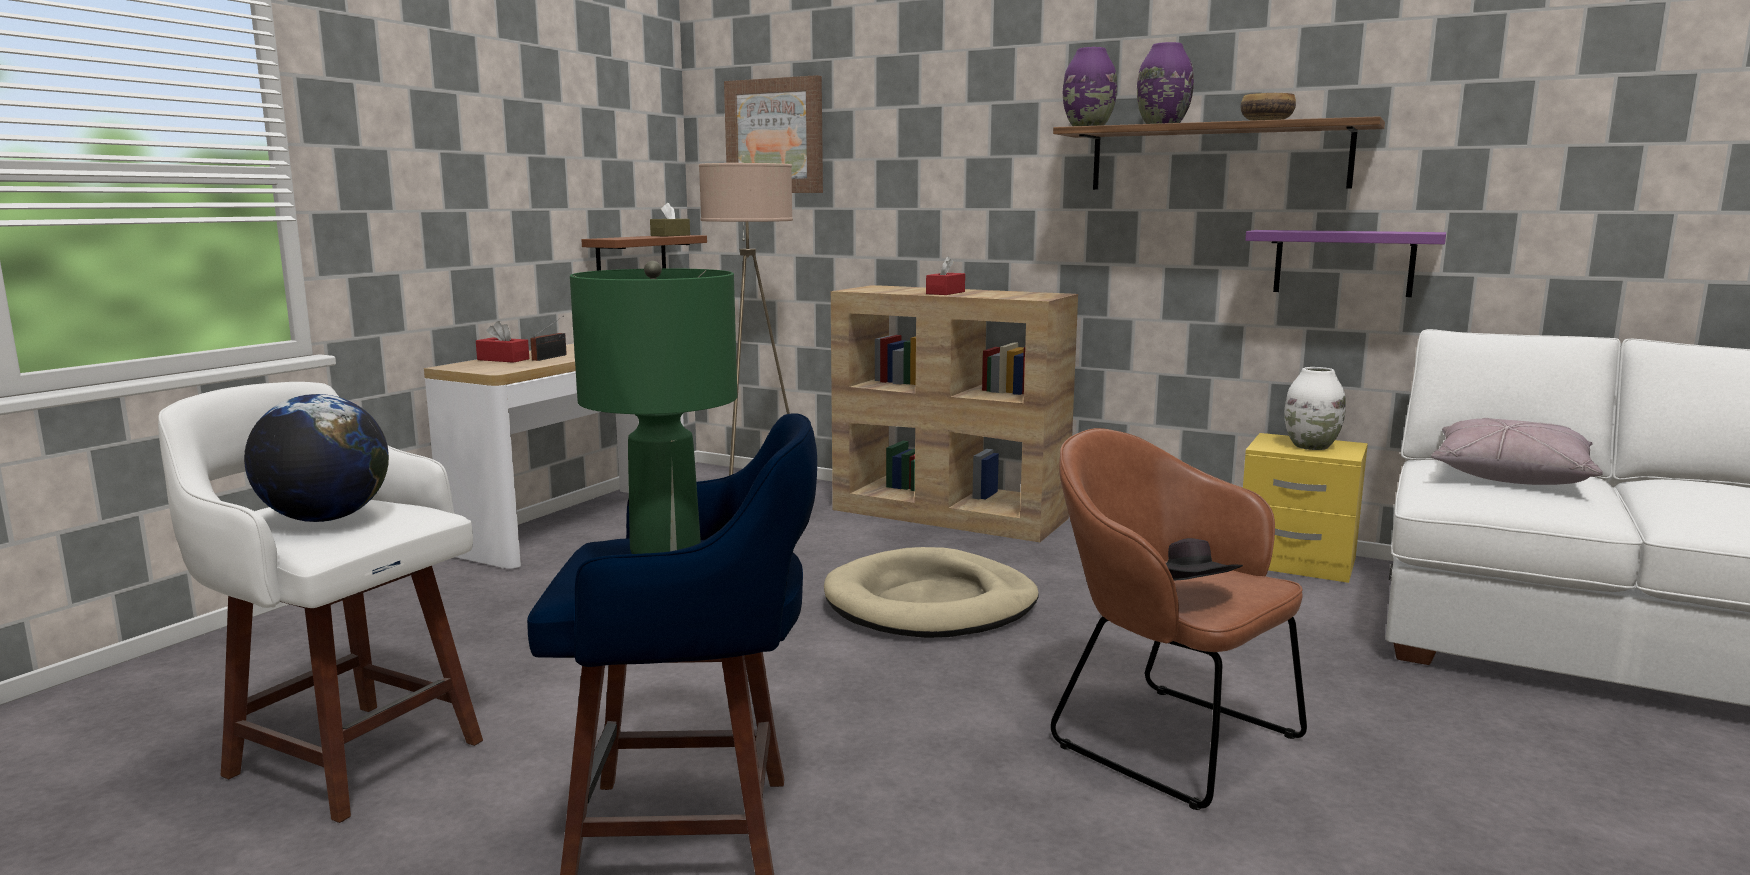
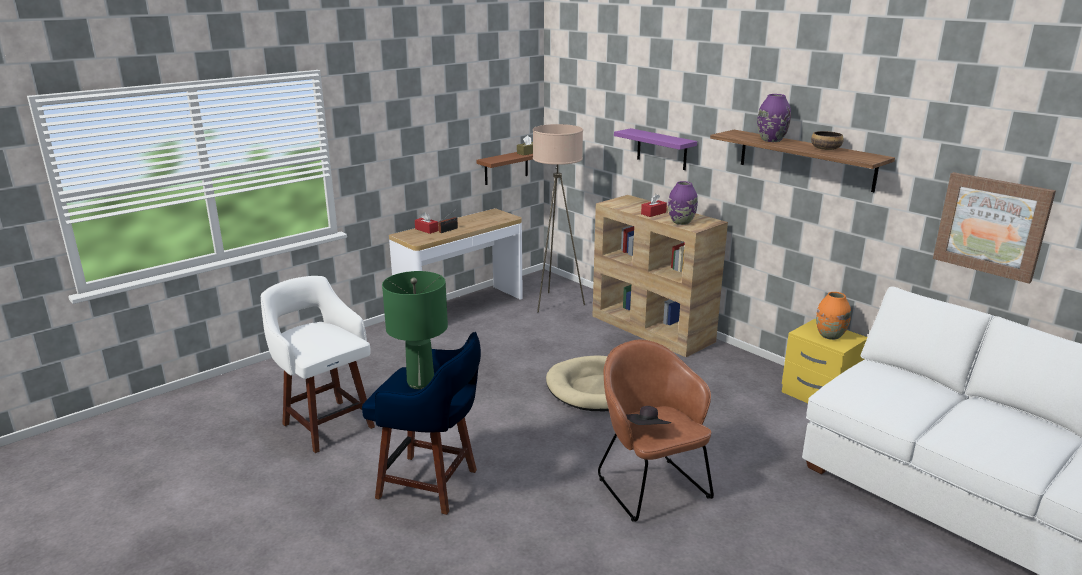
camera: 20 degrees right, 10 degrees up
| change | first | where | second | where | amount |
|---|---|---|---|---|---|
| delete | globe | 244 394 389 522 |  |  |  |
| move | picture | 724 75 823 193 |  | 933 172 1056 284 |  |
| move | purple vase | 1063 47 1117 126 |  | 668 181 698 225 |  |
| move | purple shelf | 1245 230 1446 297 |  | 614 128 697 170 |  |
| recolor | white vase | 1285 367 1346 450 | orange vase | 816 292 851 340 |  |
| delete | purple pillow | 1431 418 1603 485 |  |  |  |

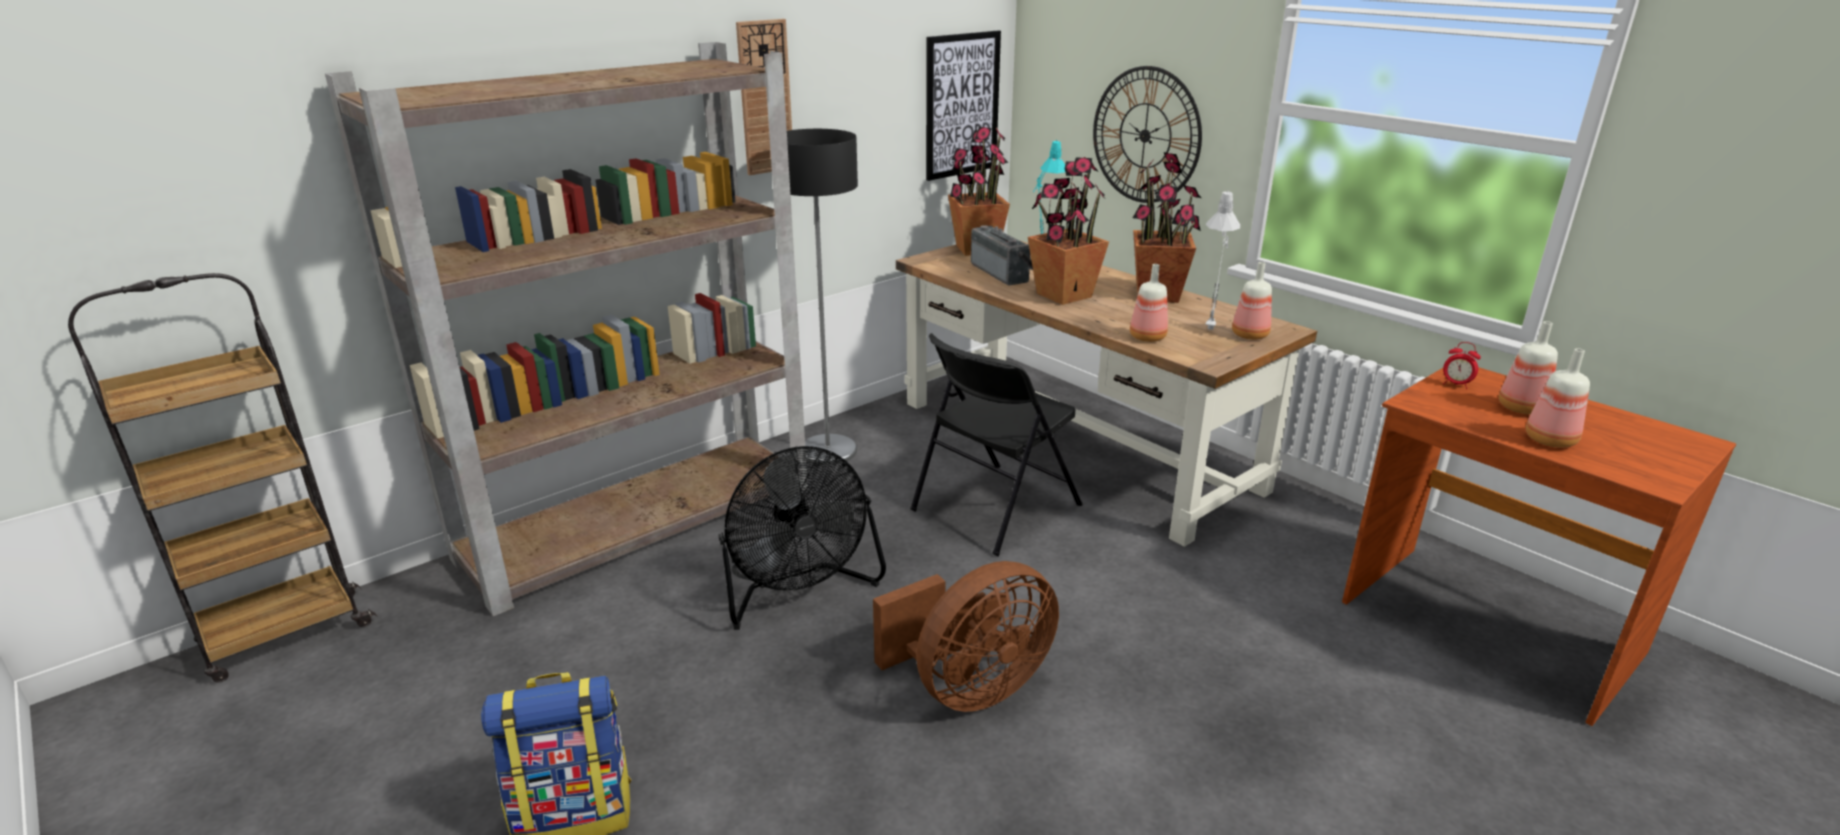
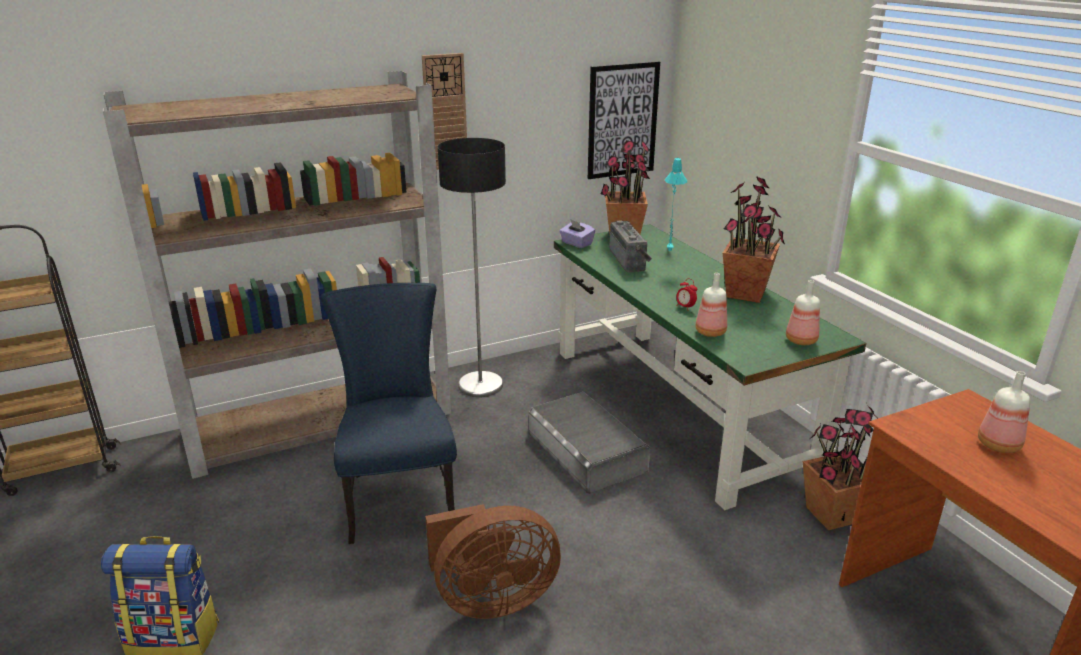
camera: 15 degrees right, 0 degrees up
| change | first | where | second | where | amount |
|---|---|---|---|---|---|
| replace | black fan | 719 446 886 630 | blue chair | 321 283 457 544 |  |
| recolor | brown desk | 896 240 1317 547 | green desk | 554 224 866 511 |  |
| replace | black chair | 910 333 1083 557 | grey storage box | 528 392 650 494 |  |
| move | potted plant | 1028 157 1109 305 |  | 803 406 876 530 |  |
| delete | wall clock | 1093 66 1202 203 |  |  |  |
| delete | grey table lamp | 1205 190 1240 330 |  |  |  |
| move | alarm clock | 1443 342 1481 389 |  | 676 278 697 311 |  |
| delete | bottle | 1526 348 1590 448 |  |  |  |
| insert |  |  | purple tissue box | 559 219 595 248 |  |

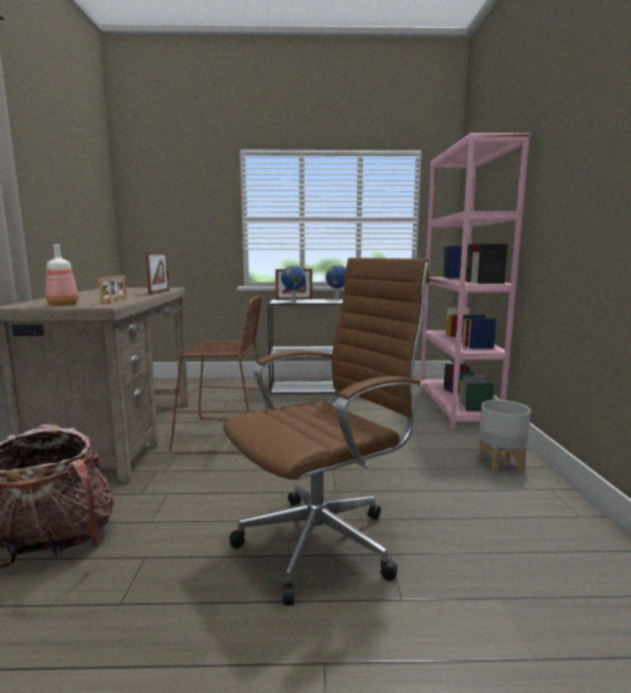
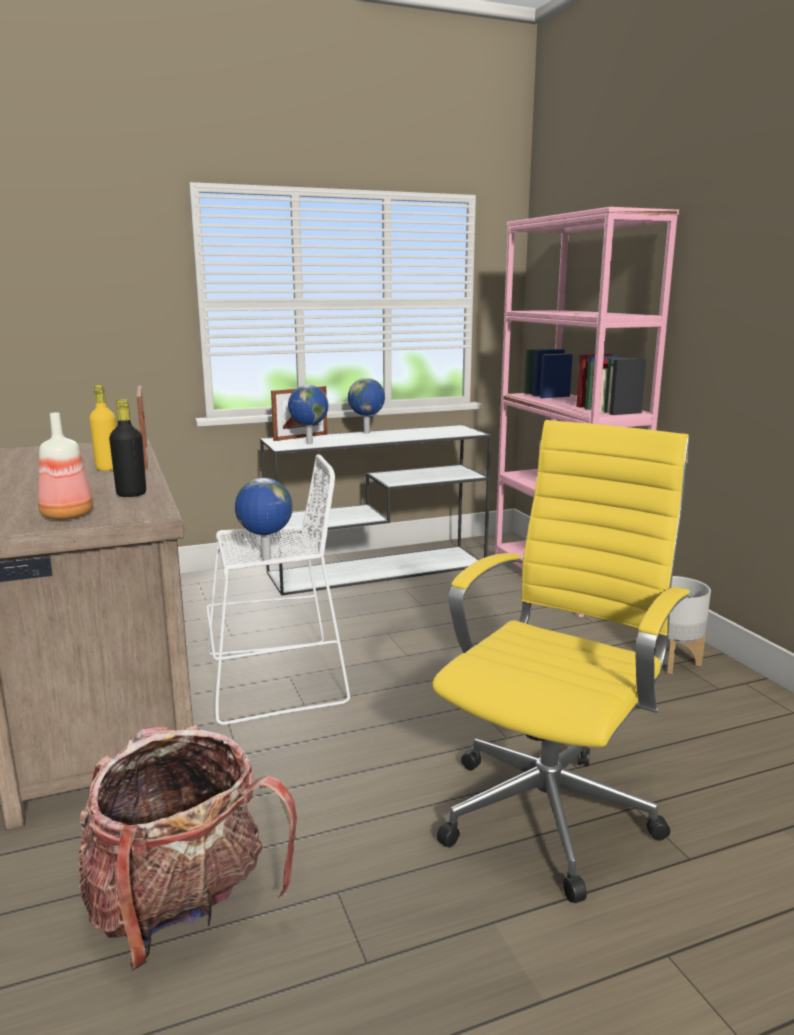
camera: 20 degrees left, 5 degrees up
| change | first | where | second | where | amount |
|---|---|---|---|---|---|
| replace | picture frame | 98 275 127 304 | black bottle | 109 399 146 497 |  |
| recolor | brown stool | 169 296 268 454 | white stool | 206 454 350 725 |  |
| recolor | brown office chair | 223 258 430 605 | yellow office chair | 432 420 691 903 |  |
| insert |  |  | yellow bottle | 89 385 116 471 |  |
| insert |  |  | globe | 235 478 292 560 |  |

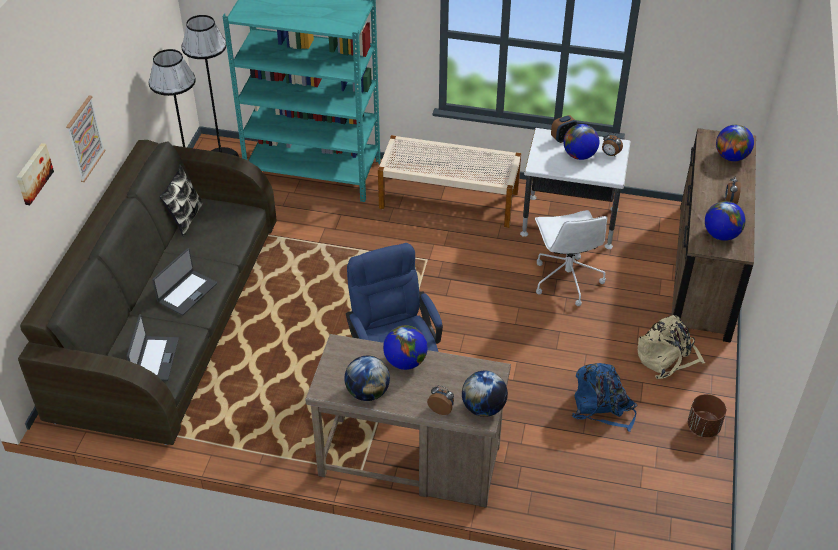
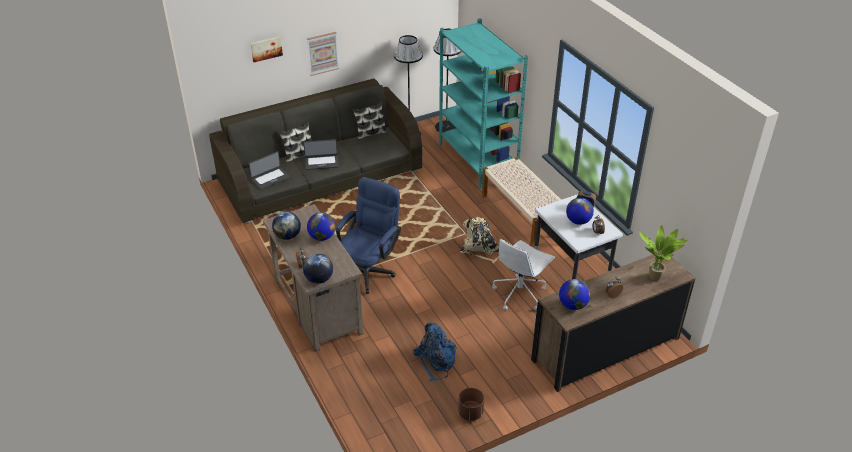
camera: 50 degrees right, 5 degrees down
| change | first | where | second | where | amount |
|---|---|---|---|---|---|
| move | beige backpack | 638 315 705 379 |  | 460 217 499 263 |  |
| replace | globe | 716 125 754 161 | potted plant | 639 225 688 281 |  |
| insert |  |  | pillow | 278 122 312 163 |  |

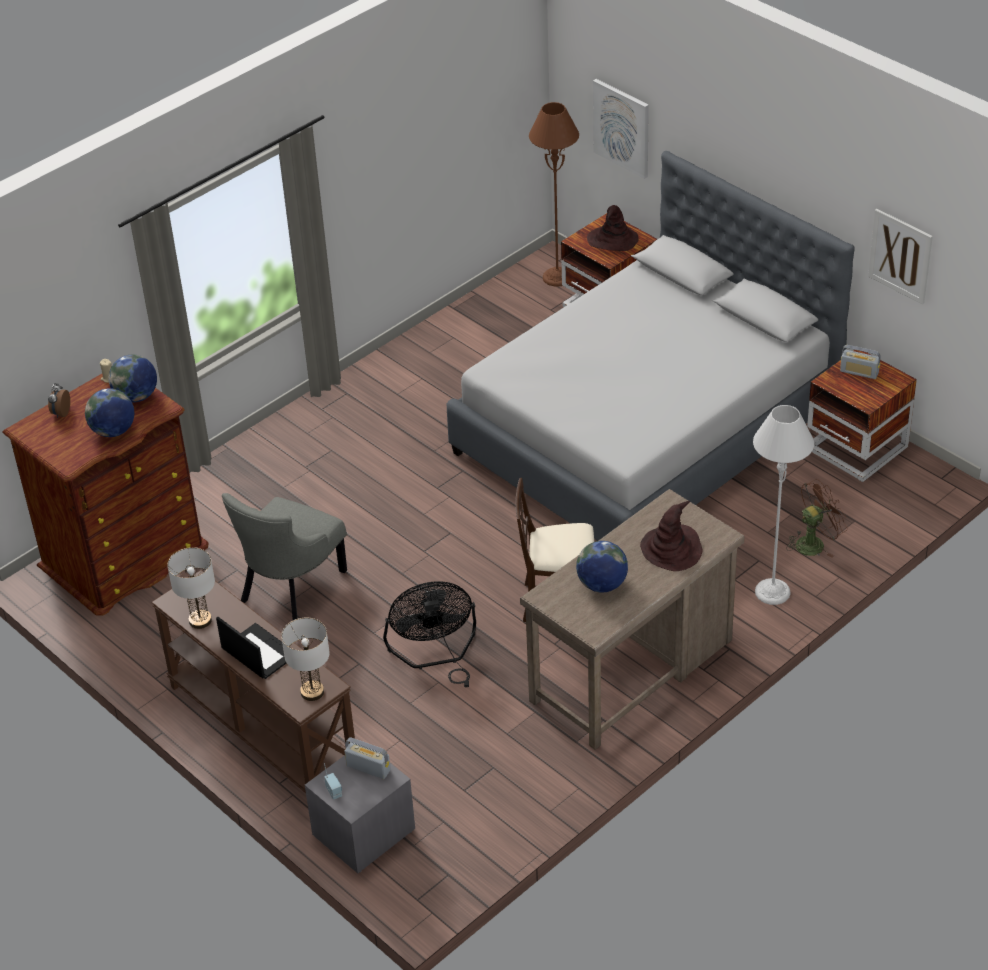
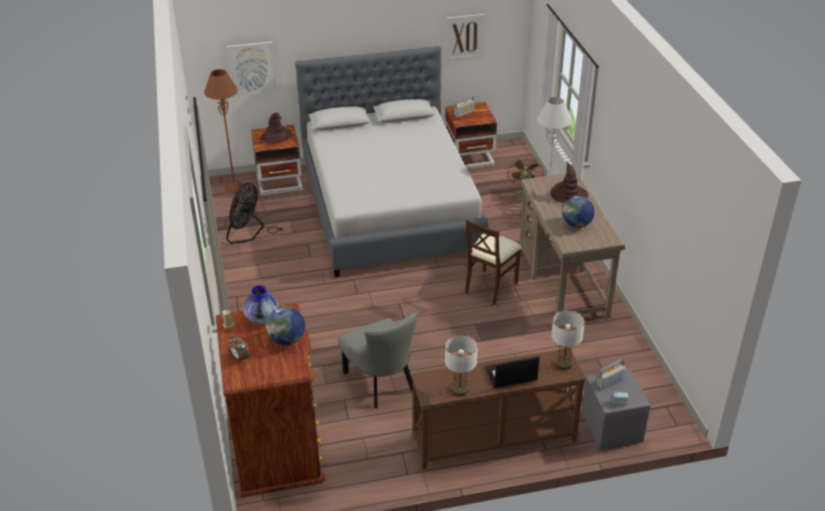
camera: 60 degrees left, 5 degrees down
| change | first | where | second | where | amount |
|---|---|---|---|---|---|
| replace | globe | 108 355 157 402 | vase | 244 285 279 324 |  |
| move | black fan | 383 581 476 687 |  | 226 183 283 245 |  |

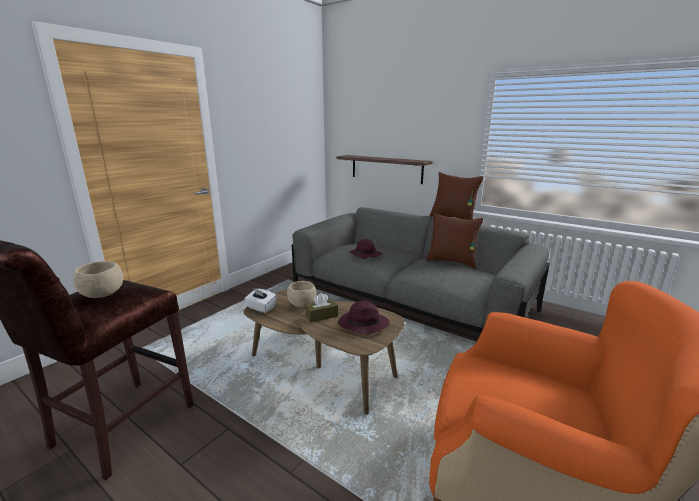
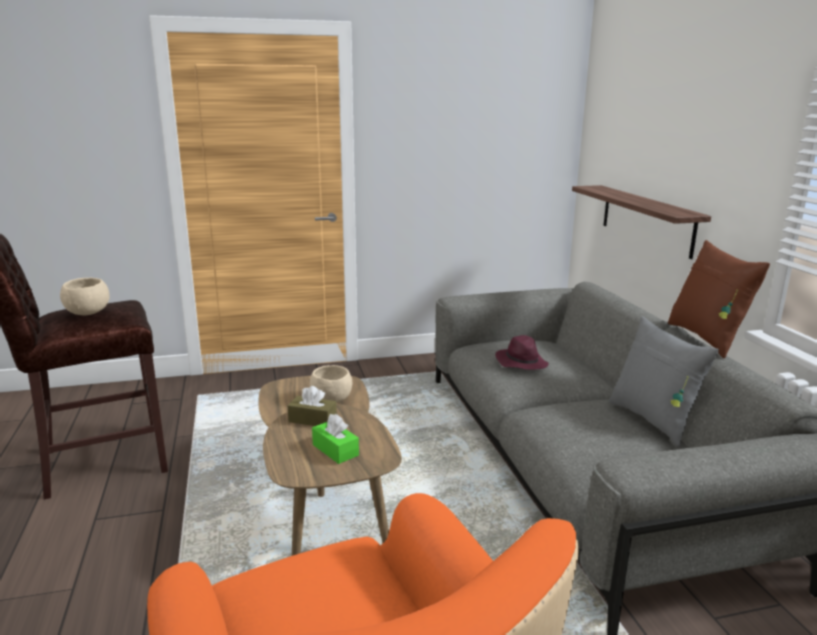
camera: 40 degrees right, 0 degrees up
| change | first | where | second | where | amount |
|---|---|---|---|---|---|
| delete | white tissue box | 245 288 277 313 |  |  |  |
| replace | purple hat | 338 300 390 335 | green tissue box | 312 414 359 464 |  |
| recolor | brown pillow | 426 213 483 269 | grey pillow | 609 316 719 447 |  |

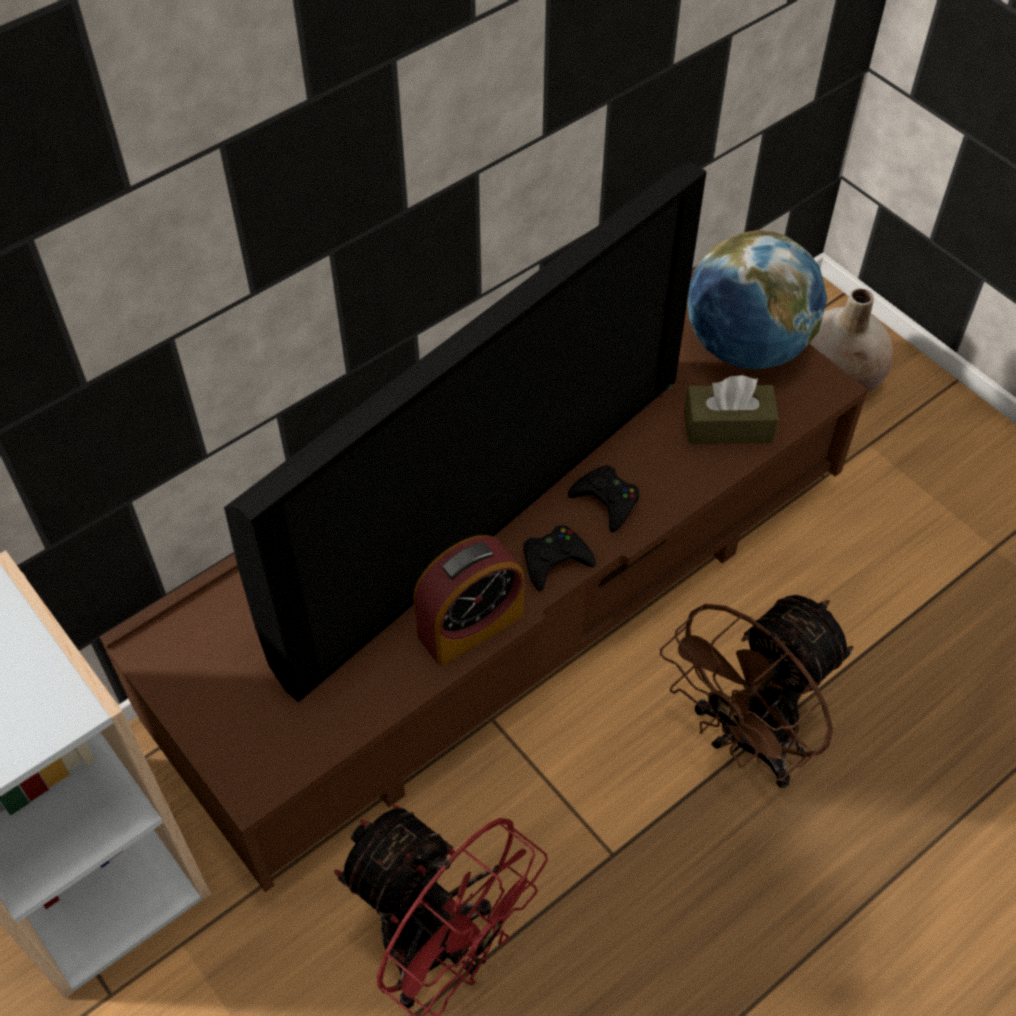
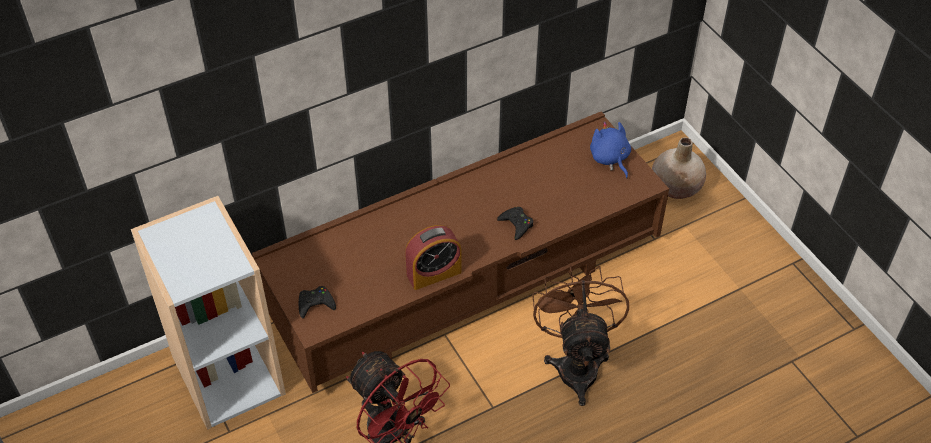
camera: 10 degrees right, 5 degrees down
| change | first | where | second | where | amount |
|---|---|---|---|---|---|
| delete | television | 224 162 707 702 |  |  |  |
| move | black game controller | 523 525 596 591 |  | 299 286 336 318 |  |
| rotate | brown fan | 660 595 853 788 |  | 532 266 629 406 | 120 degrees clockwise |
| delete | brown tissue box | 684 375 779 444 |  |  |  |
| replace | globe | 687 230 827 369 | blue plush toy | 590 121 631 178 |  |

